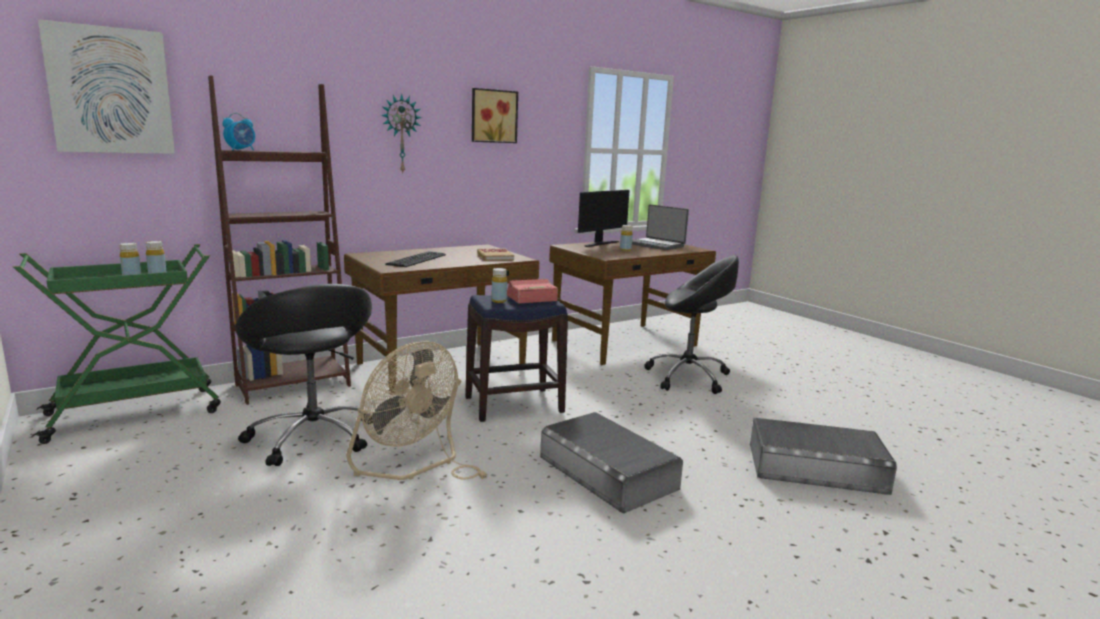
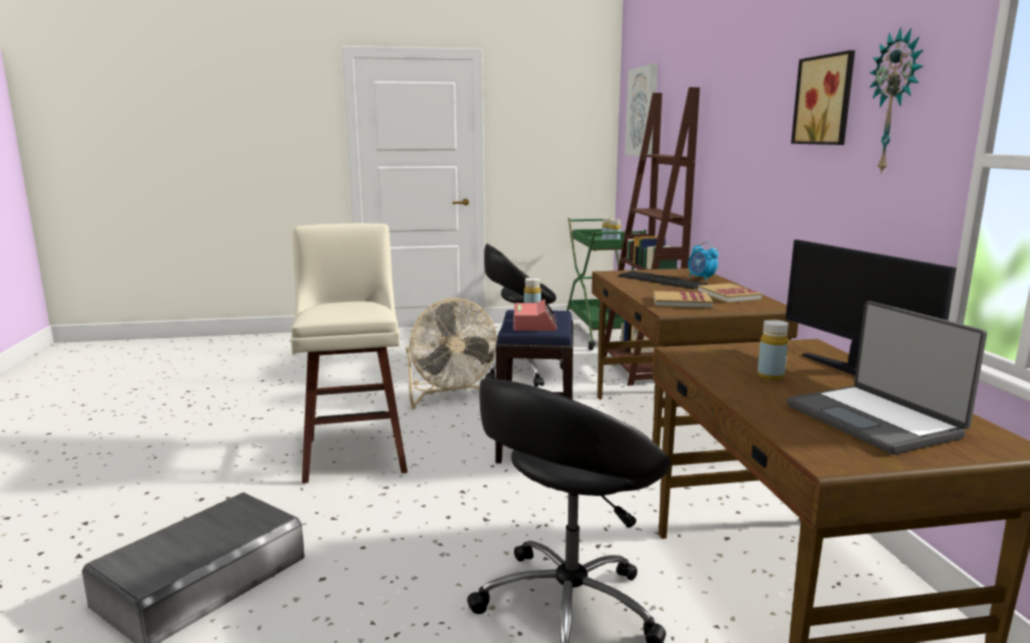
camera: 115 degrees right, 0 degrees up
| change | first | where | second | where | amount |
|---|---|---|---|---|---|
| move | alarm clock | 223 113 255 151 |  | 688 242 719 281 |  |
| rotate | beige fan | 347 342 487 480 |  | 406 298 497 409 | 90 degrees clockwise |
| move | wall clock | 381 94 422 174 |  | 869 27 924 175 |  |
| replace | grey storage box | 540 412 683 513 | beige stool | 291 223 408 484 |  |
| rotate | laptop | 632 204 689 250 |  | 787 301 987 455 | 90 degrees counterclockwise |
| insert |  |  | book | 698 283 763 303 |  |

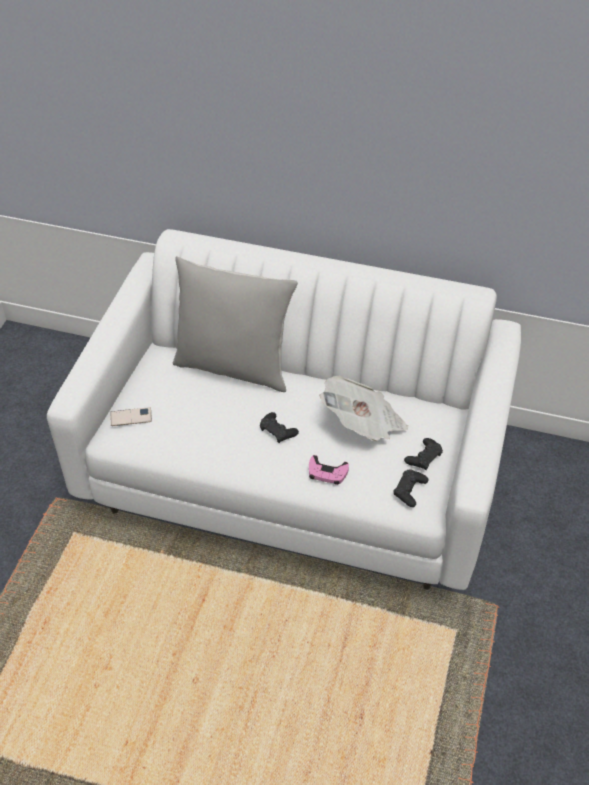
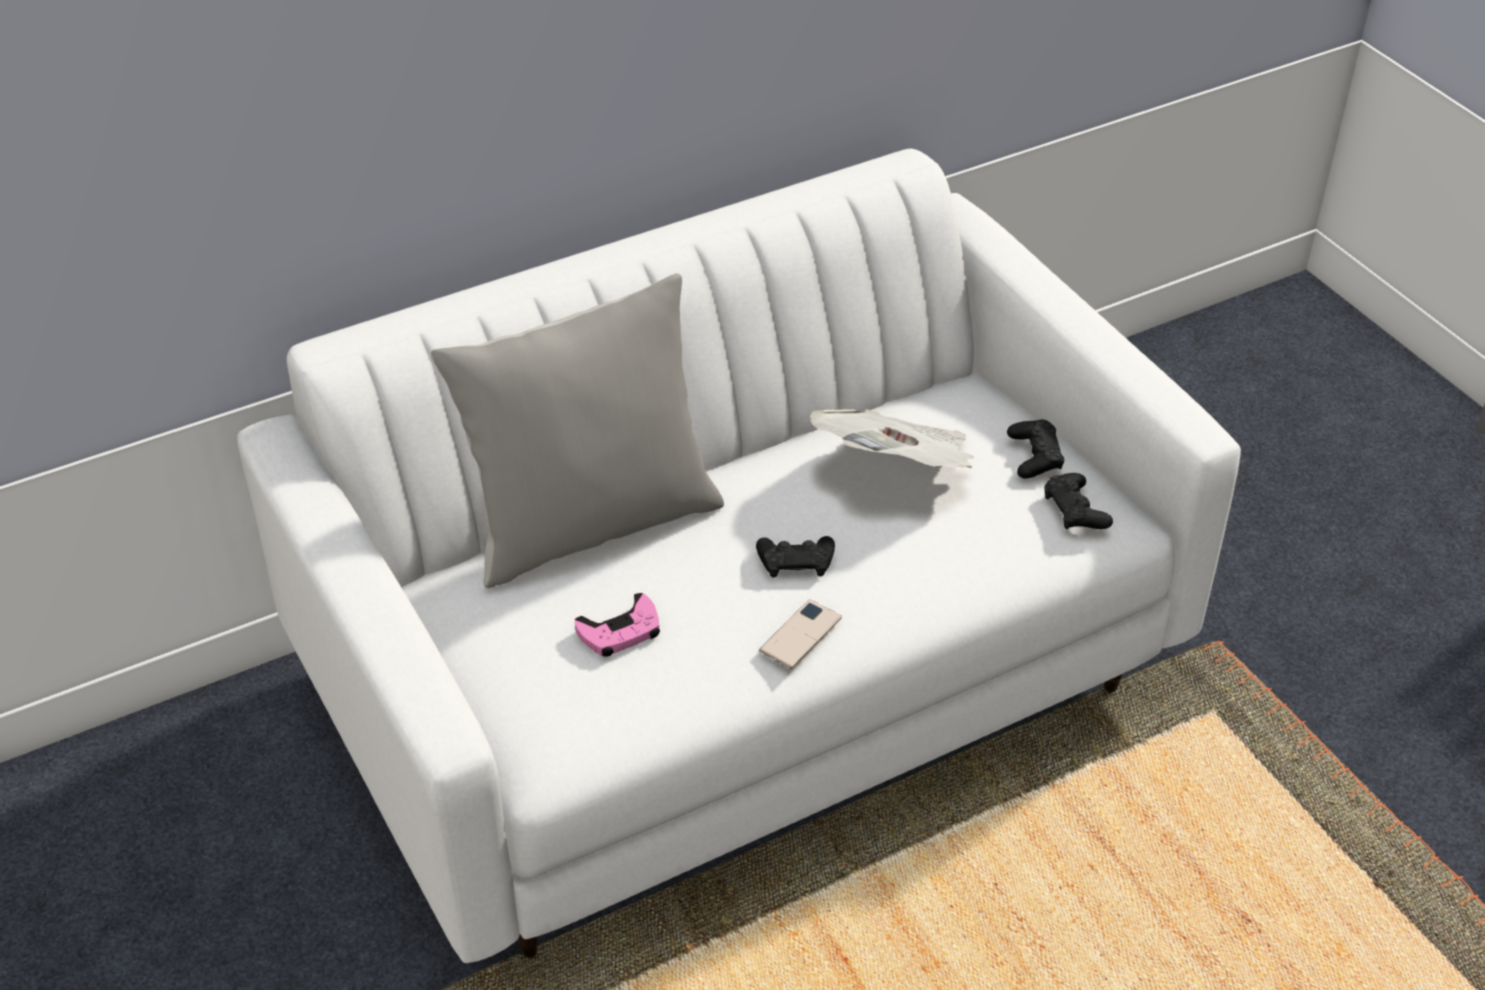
camera: 45 degrees left, 5 degrees down
| change | first | where | second | where | amount |
|---|---|---|---|---|---|
| move | phone | 110 407 152 426 |  | 759 599 842 669 |  |
| move | pink game controller | 309 455 349 485 |  | 575 593 660 657 |  |

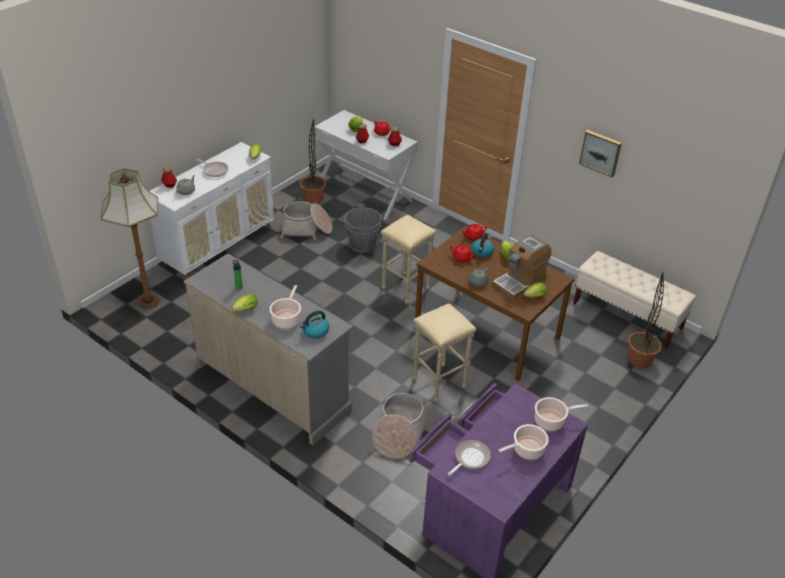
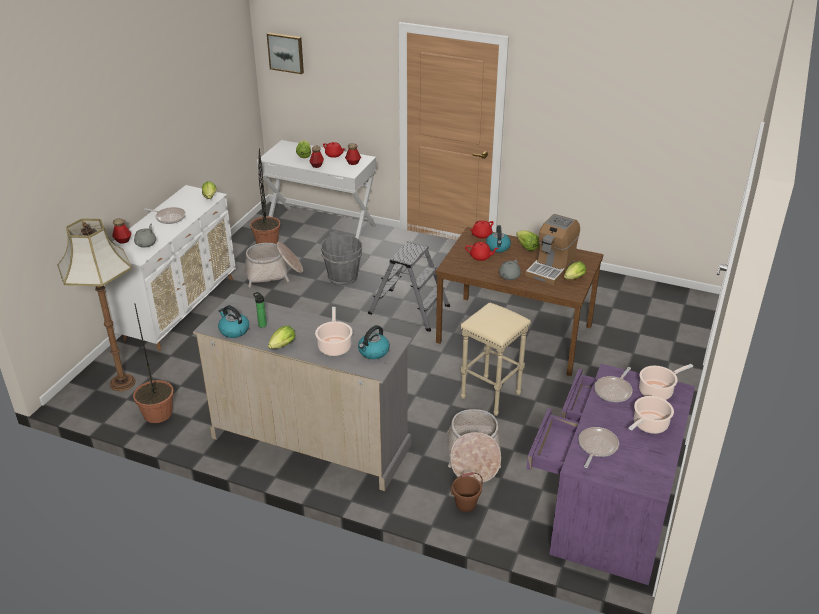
camera: 15 degrees left, 5 degrees down
| change | first | where | second | where | amount |
|---|---|---|---|---|---|
| replace | beige stool | 381 215 436 304 | grey step ladder | 368 241 450 332 |  |
| delete | beige bench | 573 251 696 349 |  |  |  |
| move | picture | 579 130 622 177 |  | 267 33 304 74 |  |
| move | potted plant | 628 272 664 368 |  | 133 303 174 423 |  |
| insert |  |  | kettle | 218 305 249 338 |  |
| insert |  |  | brown bucket | 451 472 483 512 |  |
| insert |  |  | frying pan | 594 367 633 402 |  |

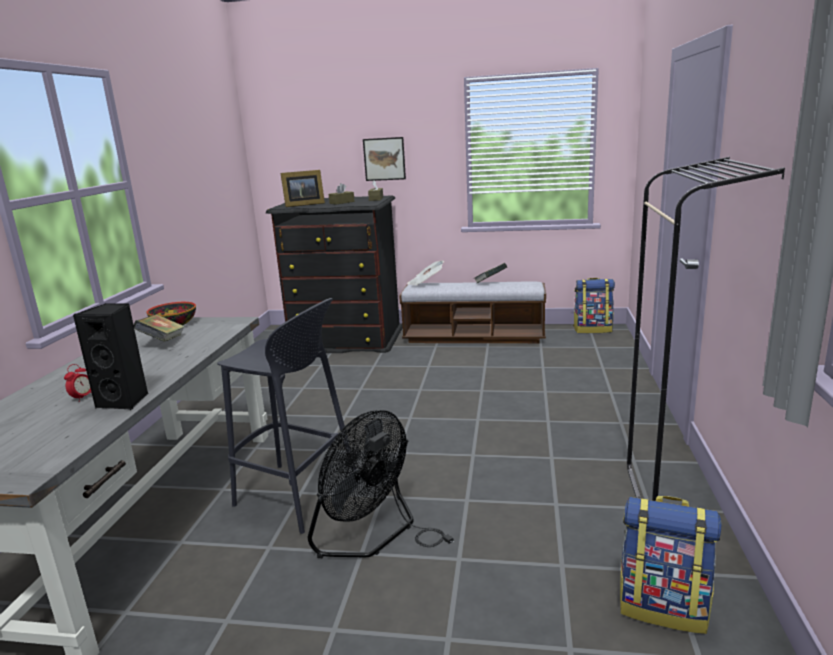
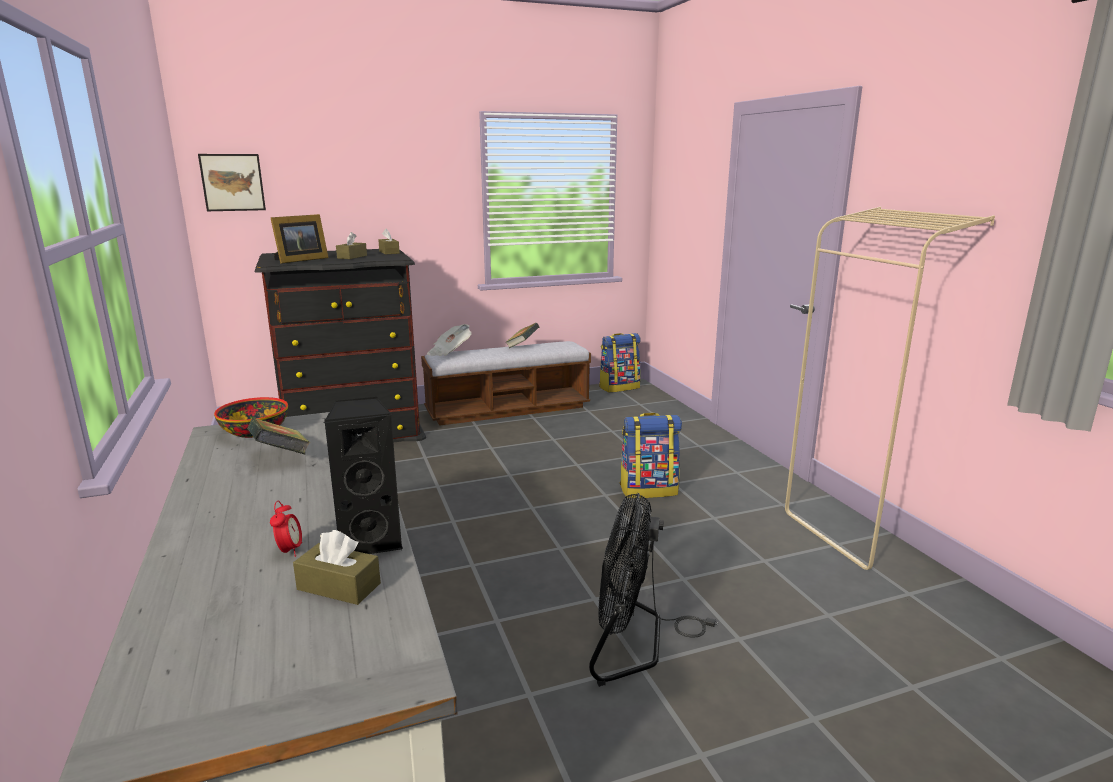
camera: 30 degrees left, 0 degrees up
| change | first | where | second | where | amount |
|---|---|---|---|---|---|
| delete | grey stool | 217 298 356 534 |  |  |  |
| move | picture | 363 137 406 181 |  | 198 154 266 211 |  |
| move | backpack | 620 496 722 634 |  | 619 413 682 498 |  |
| recolor | black clothes rack | 627 157 785 501 | beige clothes rack | 785 207 995 570 |  |
| insert |  |  | brown tissue box | 293 530 381 605 |  |

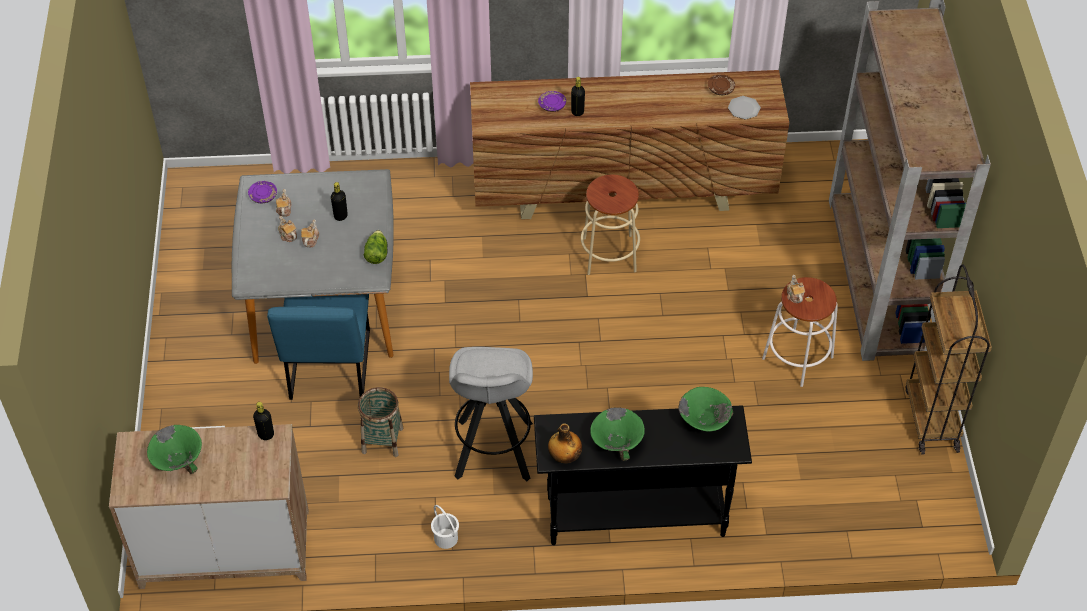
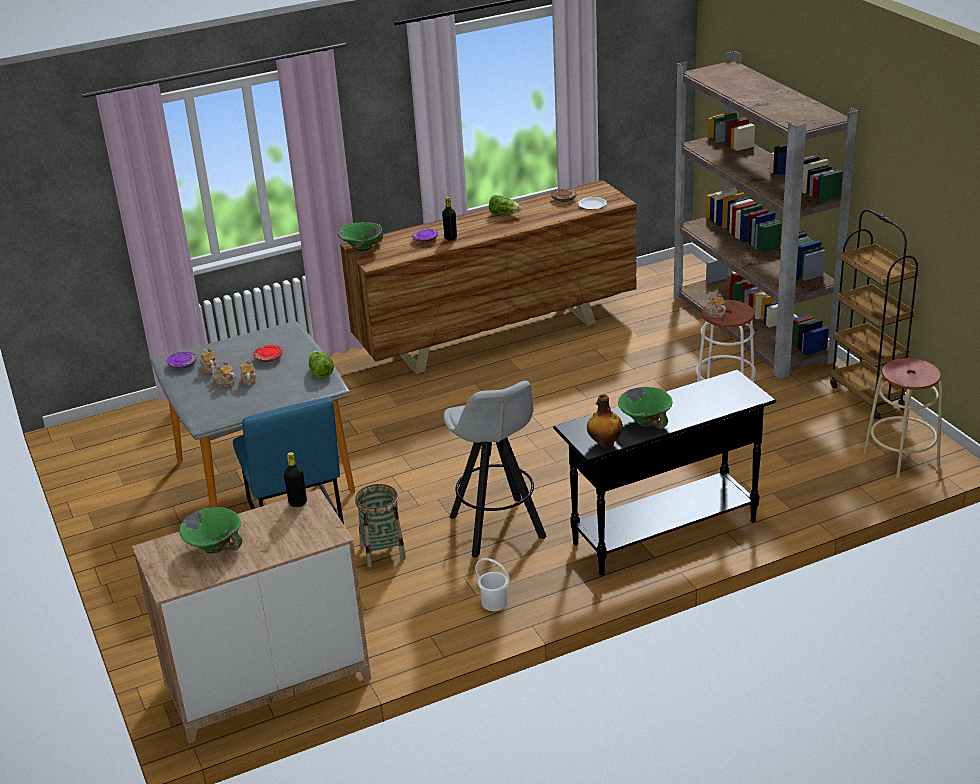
camera: 20 degrees left, 20 degrees down
| change | first | where | second | where | amount |
|---|---|---|---|---|---|
| replace | black bottle | 331 182 348 221 | red plate | 253 345 283 362 |  |
| move | beige stool | 581 175 640 275 |  | 863 358 942 478 |  |
| move | green bowl | 679 387 733 432 |  | 338 222 383 251 |  |
| insert |  |  | lettuce | 489 195 521 215 |  |

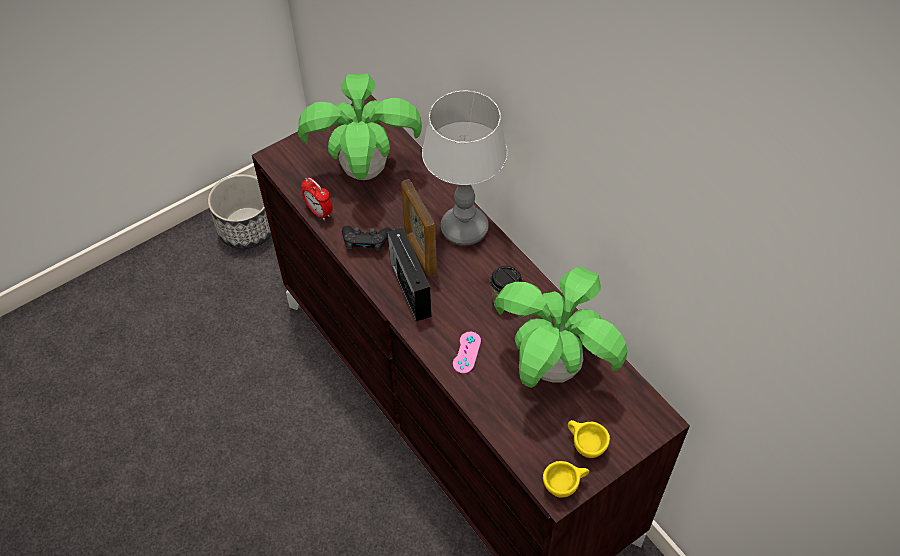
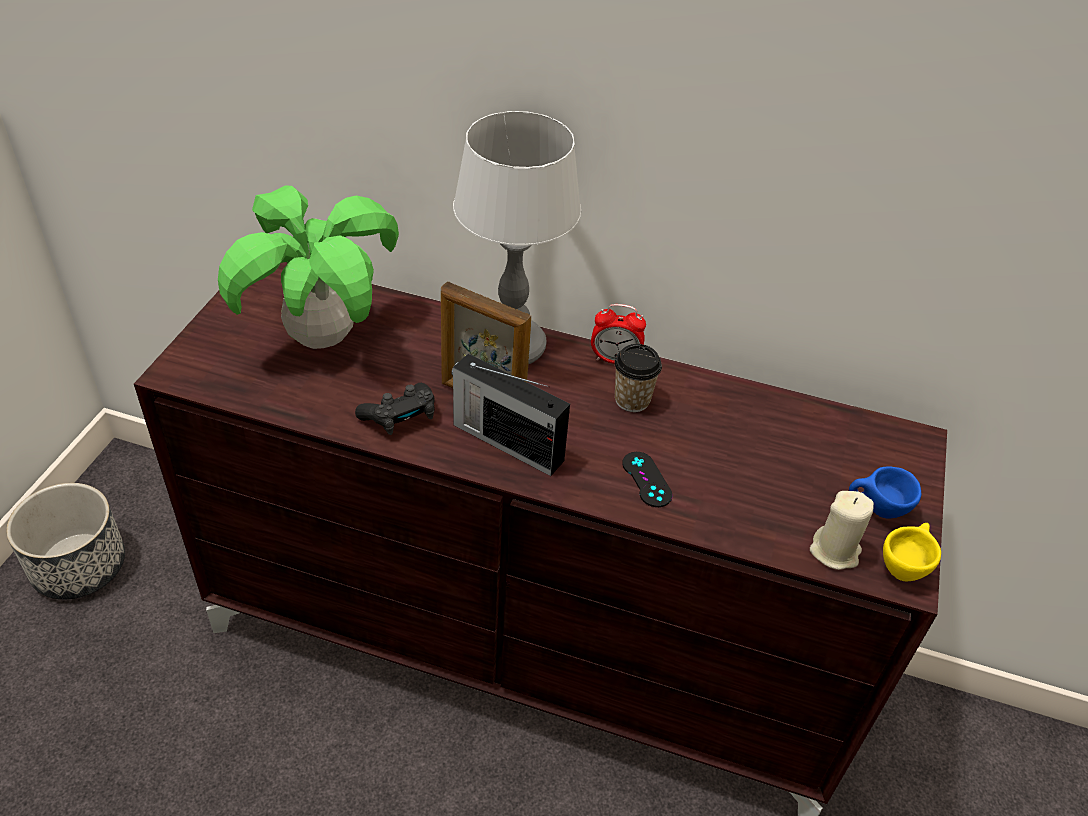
camera: 40 degrees left, 10 degrees down
| change | first | where | second | where | amount |
|---|---|---|---|---|---|
| move | alarm clock | 301 178 333 220 |  | 591 304 646 364 |  |
| recolor | pink game controller | 453 332 481 374 | black game controller | 622 452 672 507 |  |
| delete | potted plant | 494 267 627 388 |  |  |  |
| recolor | yellow cup | 568 420 610 458 | blue cup | 849 466 921 519 |  |
| insert |  |  | beige candle | 810 491 874 570 |  |

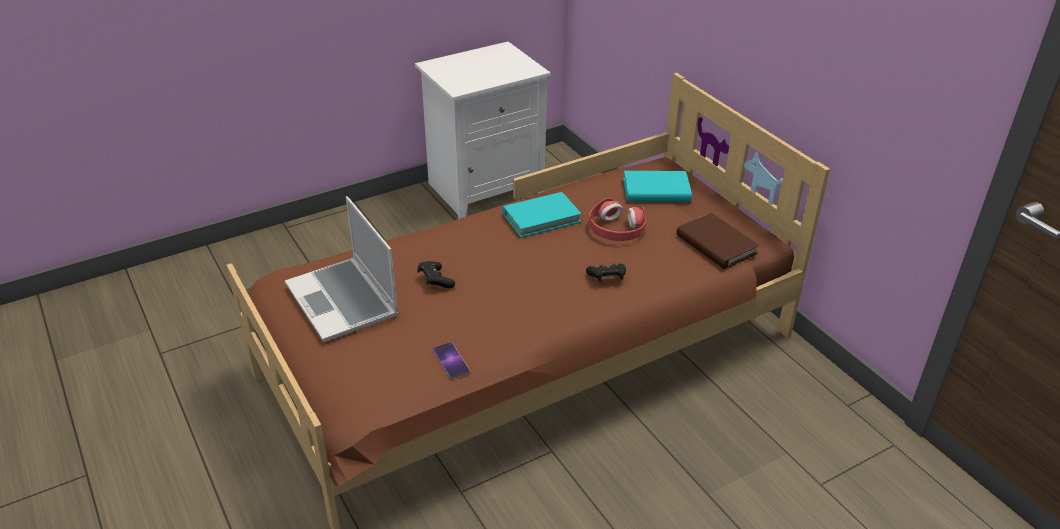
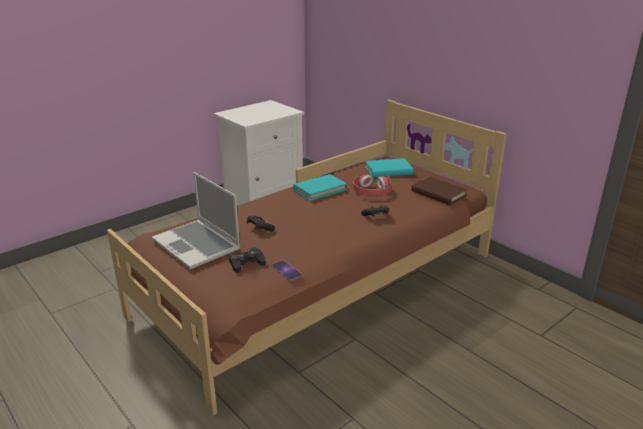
camera: 10 degrees left, 10 degrees down
| change | first | where | second | where | amount |
|---|---|---|---|---|---|
| insert |  |  | black game controller | 229 247 265 273 |  |

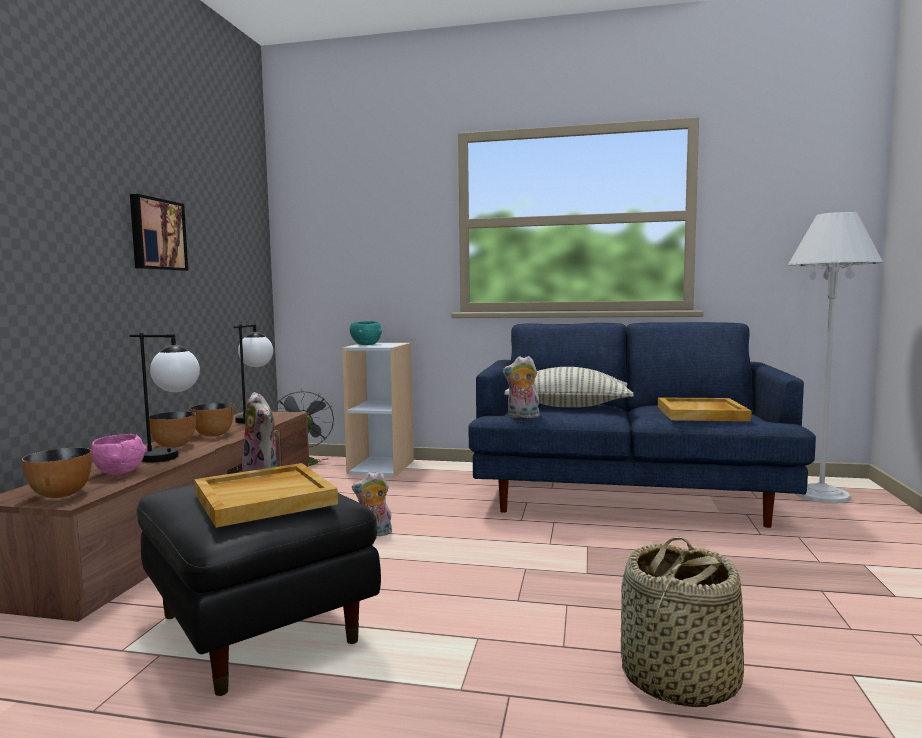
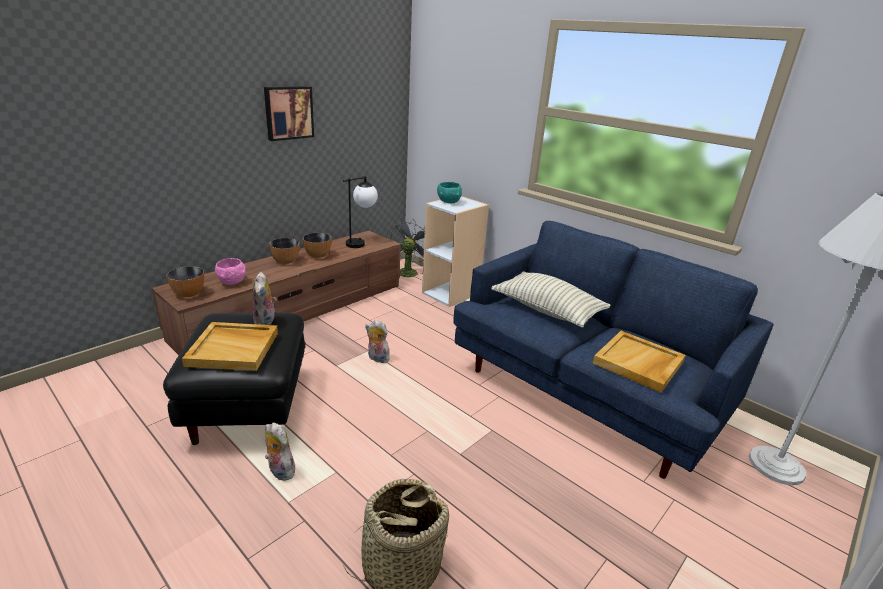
camera: 30 degrees right, 20 degrees up
| change | first | where | second | where | amount |
|---|---|---|---|---|---|
| delete | table lamp | 130 333 200 463 |  |  |  |
| move | plush toy | 503 356 540 418 |  | 265 422 298 481 |  |

